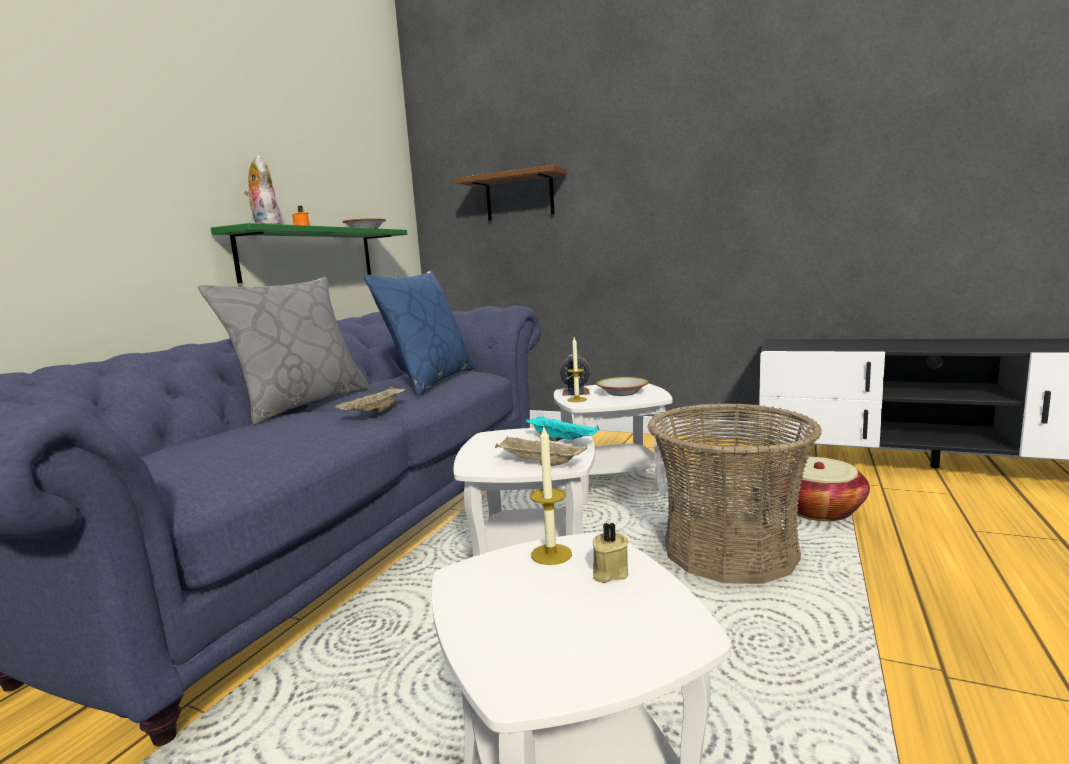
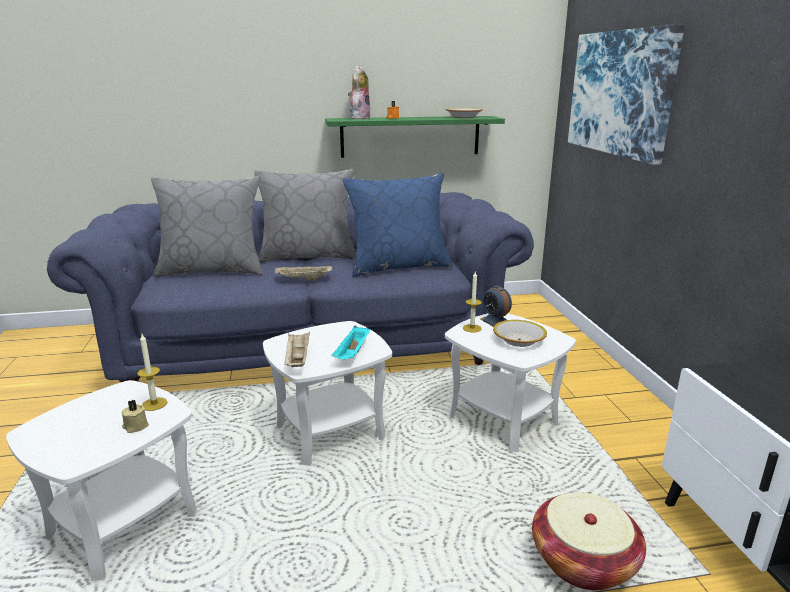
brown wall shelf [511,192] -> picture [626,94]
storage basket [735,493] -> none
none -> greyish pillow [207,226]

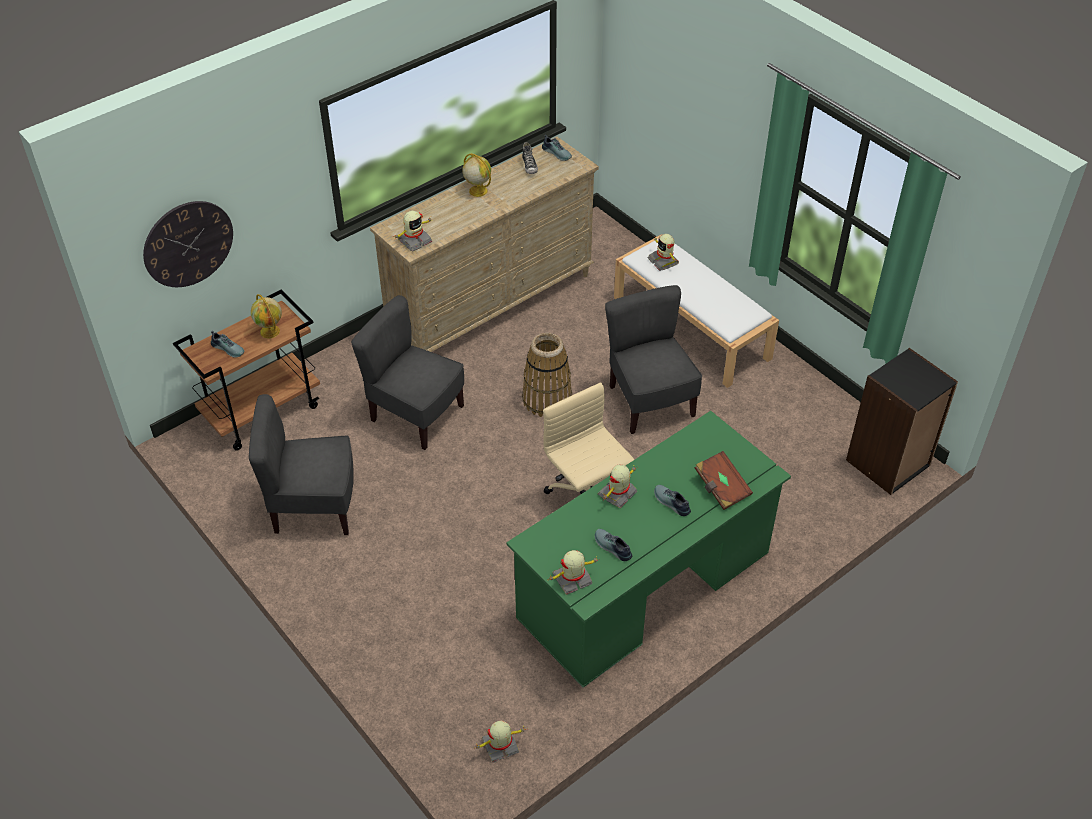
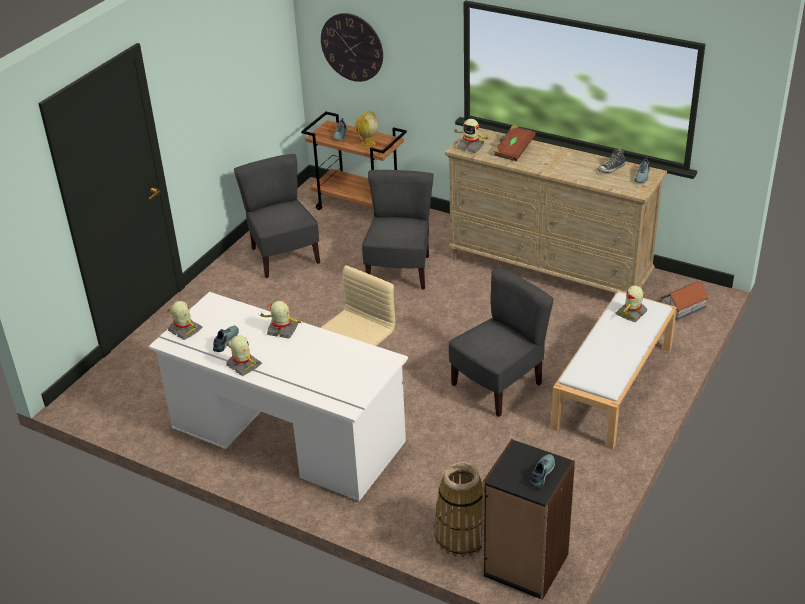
world globe [476,175] -> none
robot figure [500,742] -> robot figure [244,355], relocated
green-coloured desk [649,549] -> white desk [278,396]
storage basket [547,375] -> storage basket [458,509], relocated
low shoe [672,500] -> low shoe [542,471], relocated
brown volume [724,480] -> brown volume [514,143], relocated
none -> toy house [684,301]

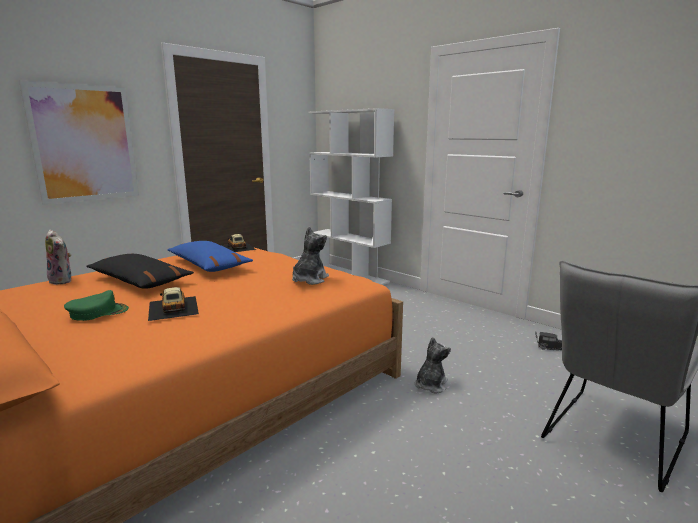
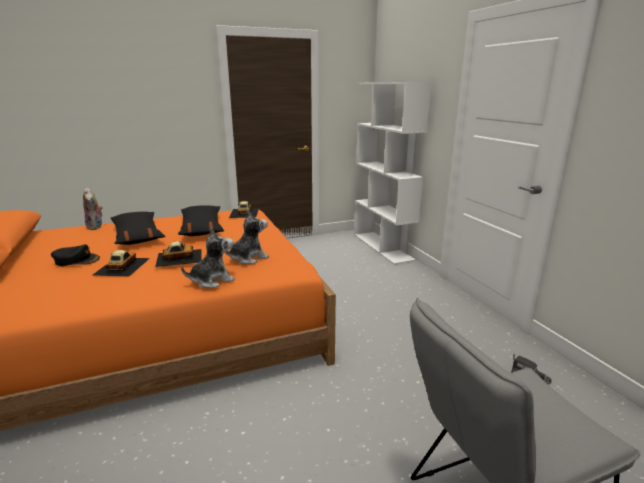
picture [79,142] -> none
green-coloured cap [96,305] -> black-coloured cap [75,255]
blue pillow [210,256] -> black-coloured pillow [201,220]
soft toy [433,365] -> soft toy [208,257], relocated
none -> toy car [178,254]

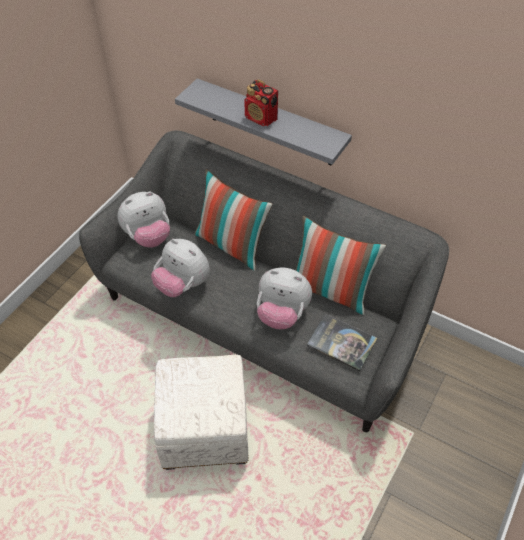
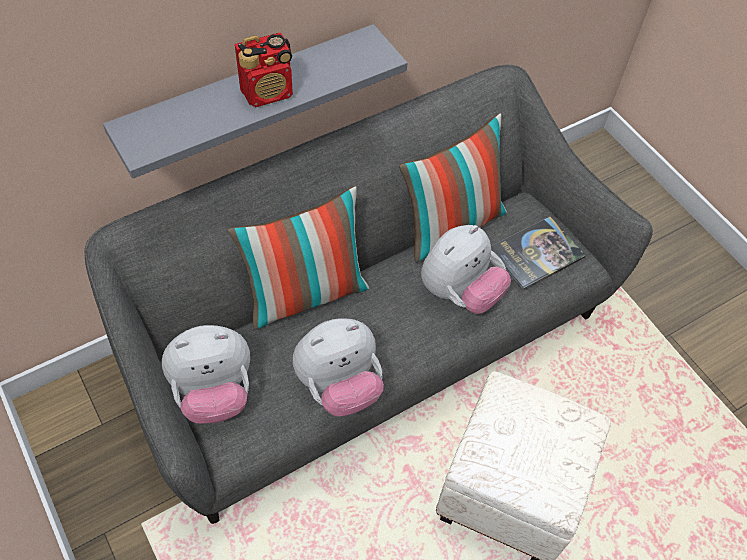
soft toy [143,219] -> soft toy [206,374], 75 degrees clockwise

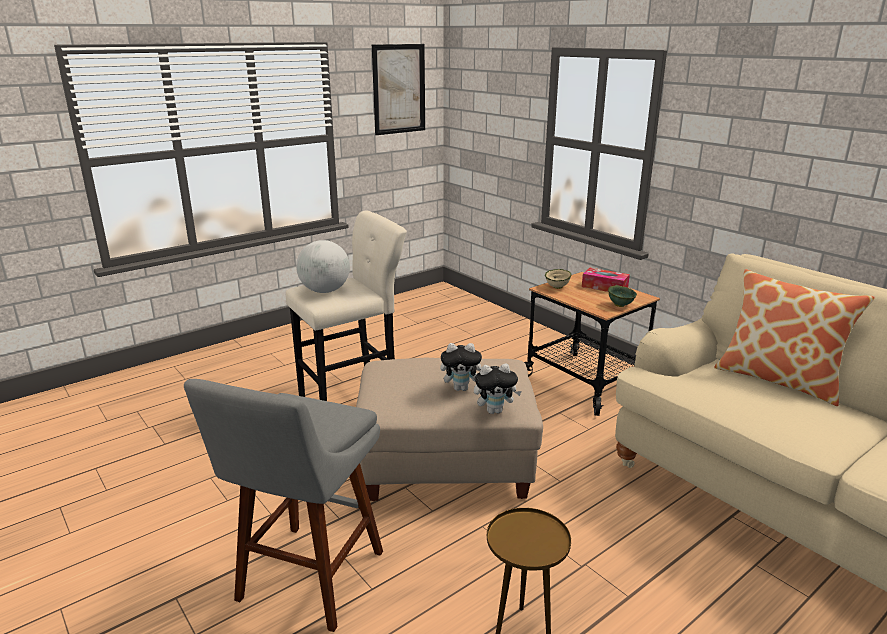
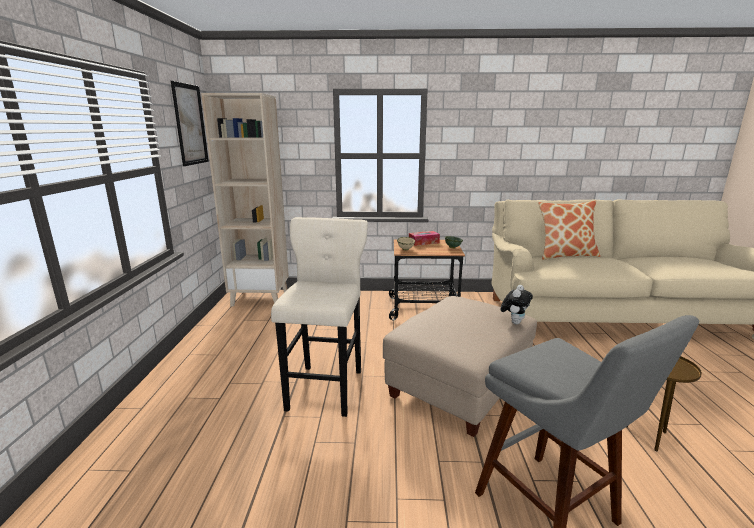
world globe [323,266] -> none
soft toy [461,367] -> none
none -> beige-coloured bookcase [245,200]

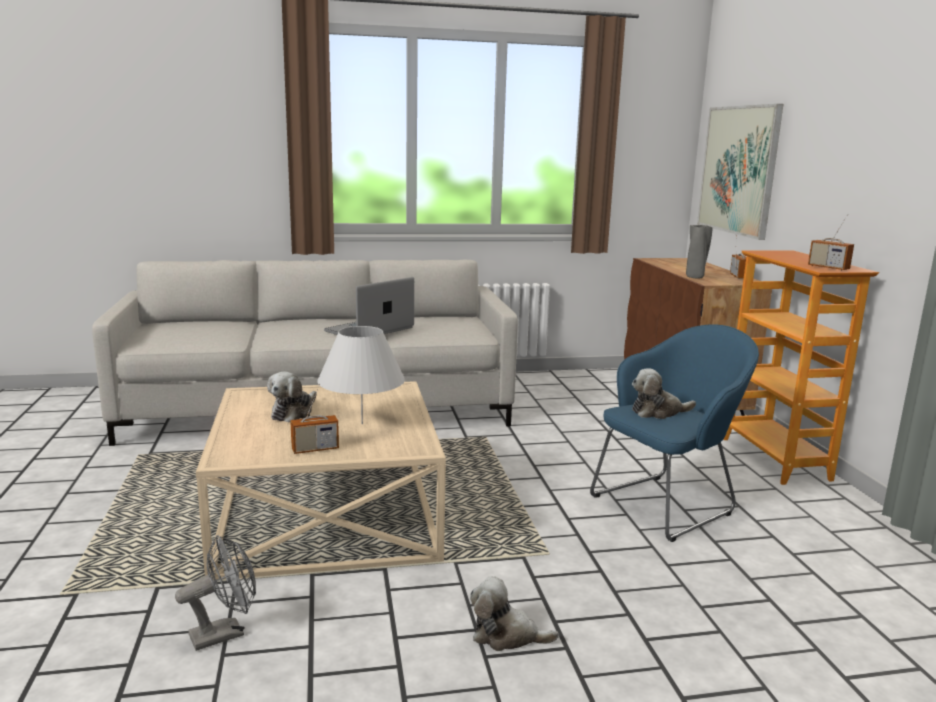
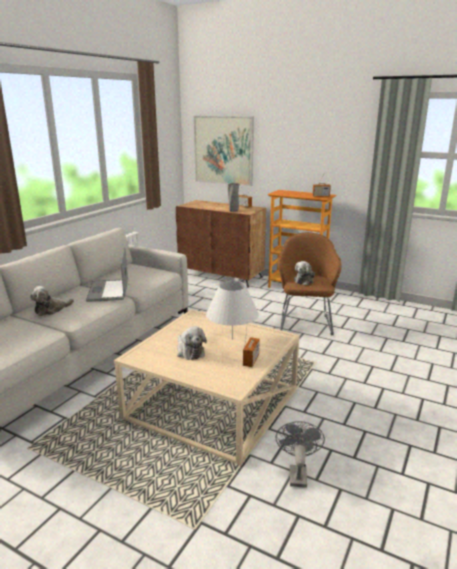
soft toy [514,613] -> soft toy [52,301], relocated
blue easy chair [674,433] -> brown easy chair [310,283]

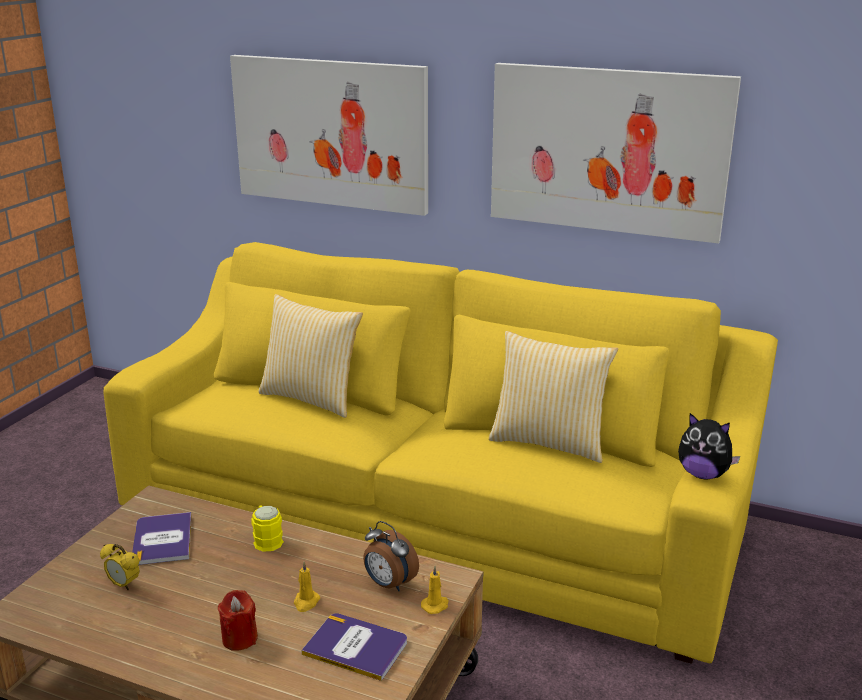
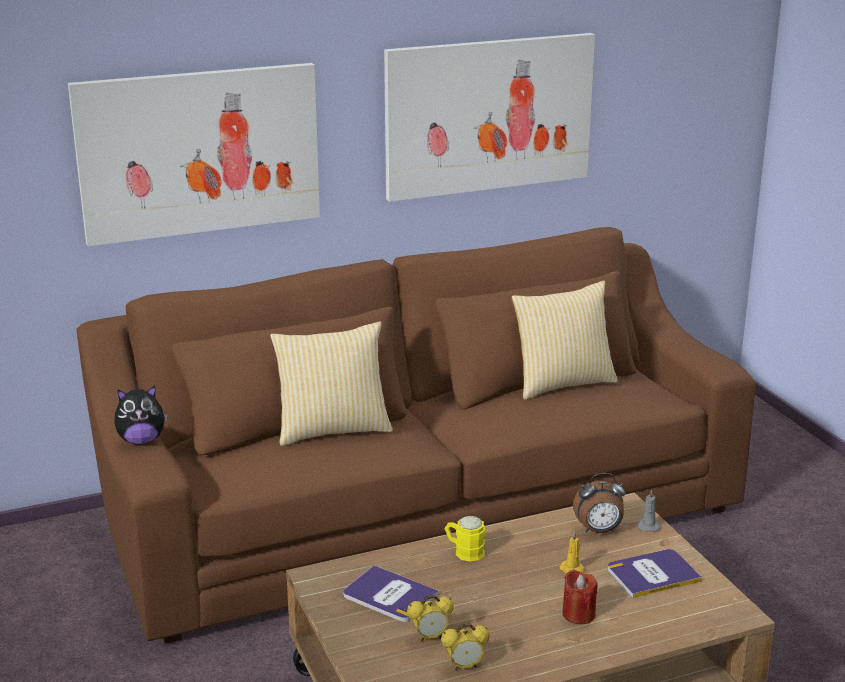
yellowish couch [441,453] -> brown couch [416,435]
yellowish wax light [435,590] -> greyish wax light [649,510]
soft toy [709,446] -> soft toy [141,415], relocated
none -> alarm clock [465,646]

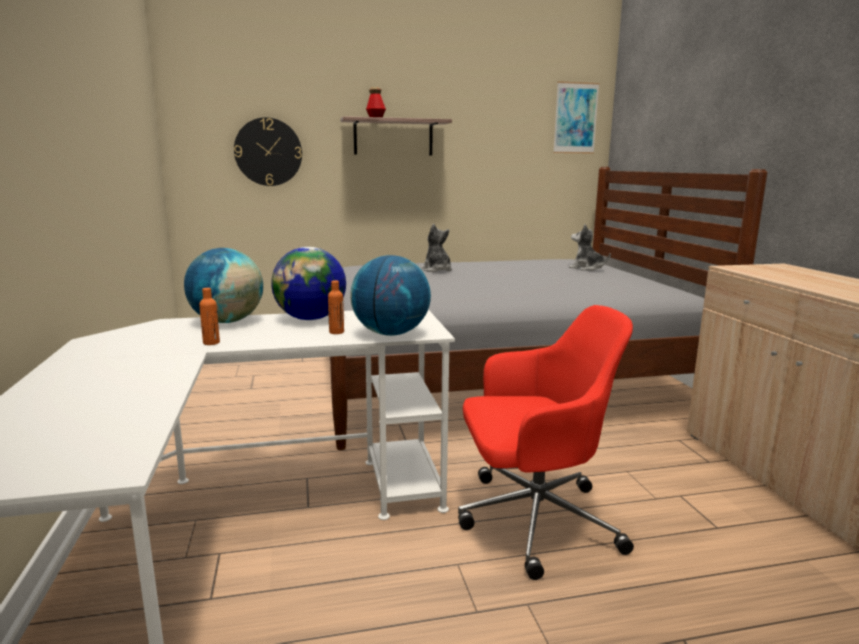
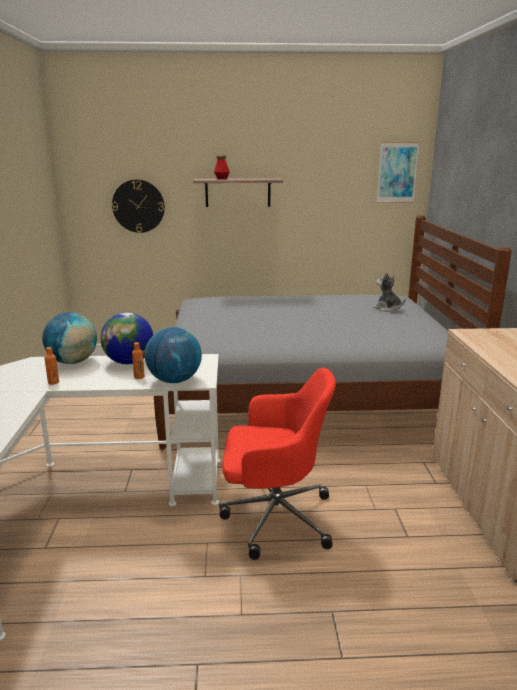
soft toy [437,248] -> none

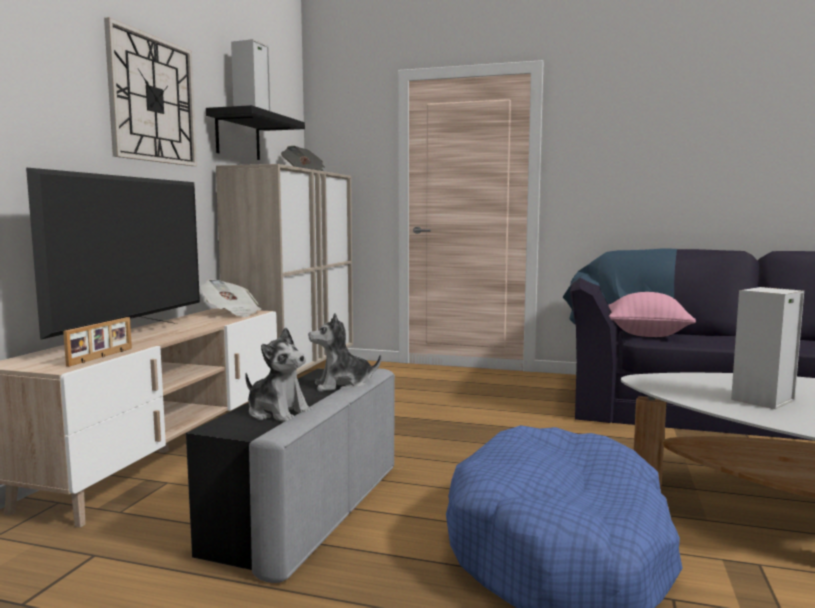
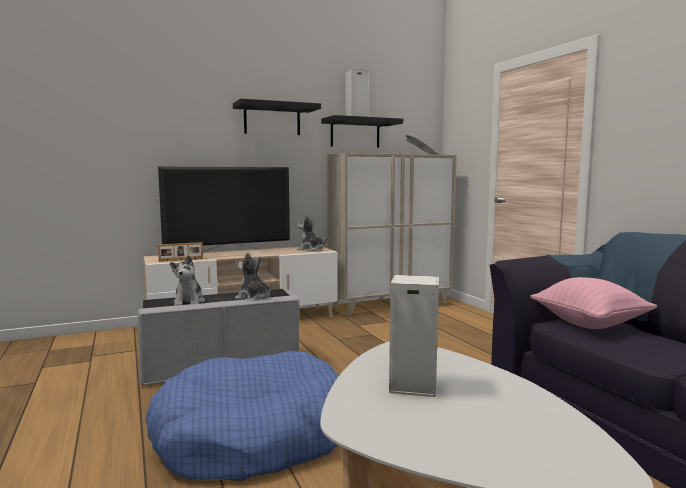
hanging clock [150,91] -> black-coloured wall shelf [277,117]
daily paper [230,298] -> soft toy [312,233]

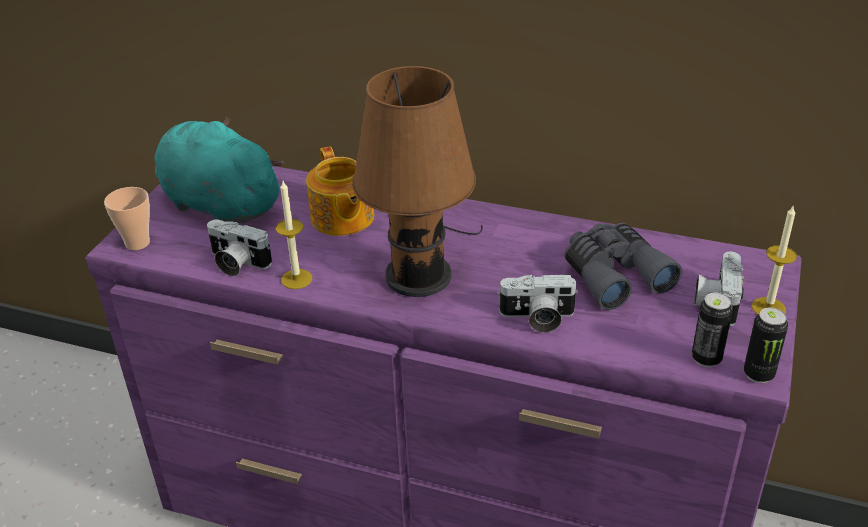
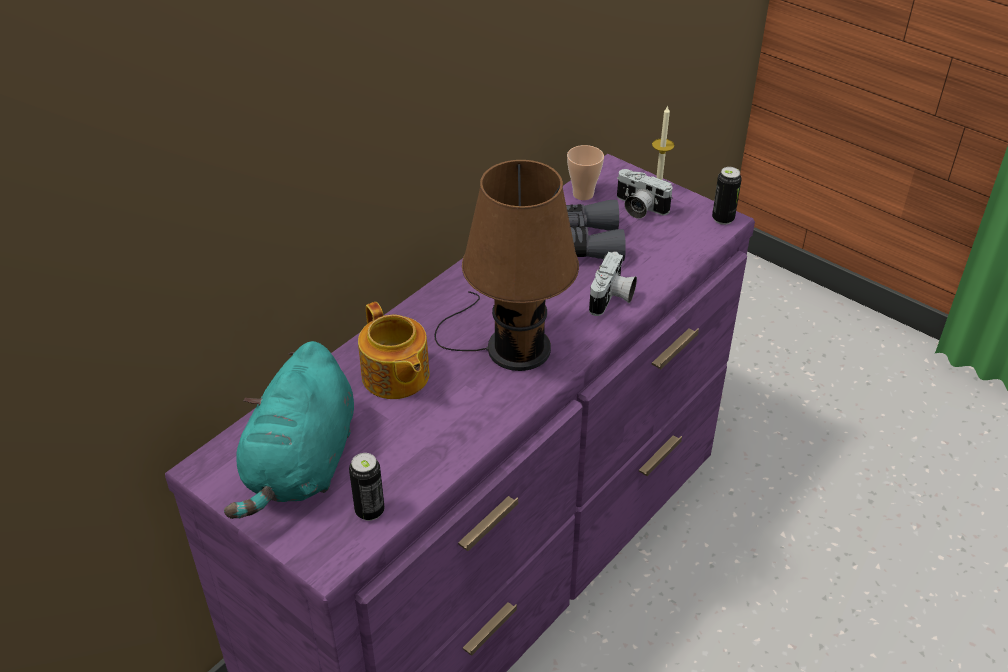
small cup [127,218] -> small cup [585,172], relocated
blue-green soft toy [219,169] -> blue-green soft toy [289,430], 45 degrees counterclockwise
photo camera [239,248] -> none
wax light [294,235] -> none
pot for tea [340,191] -> pot for tea [394,350], 60 degrees clockwise
sealed can [712,330] -> sealed can [367,487], relocated

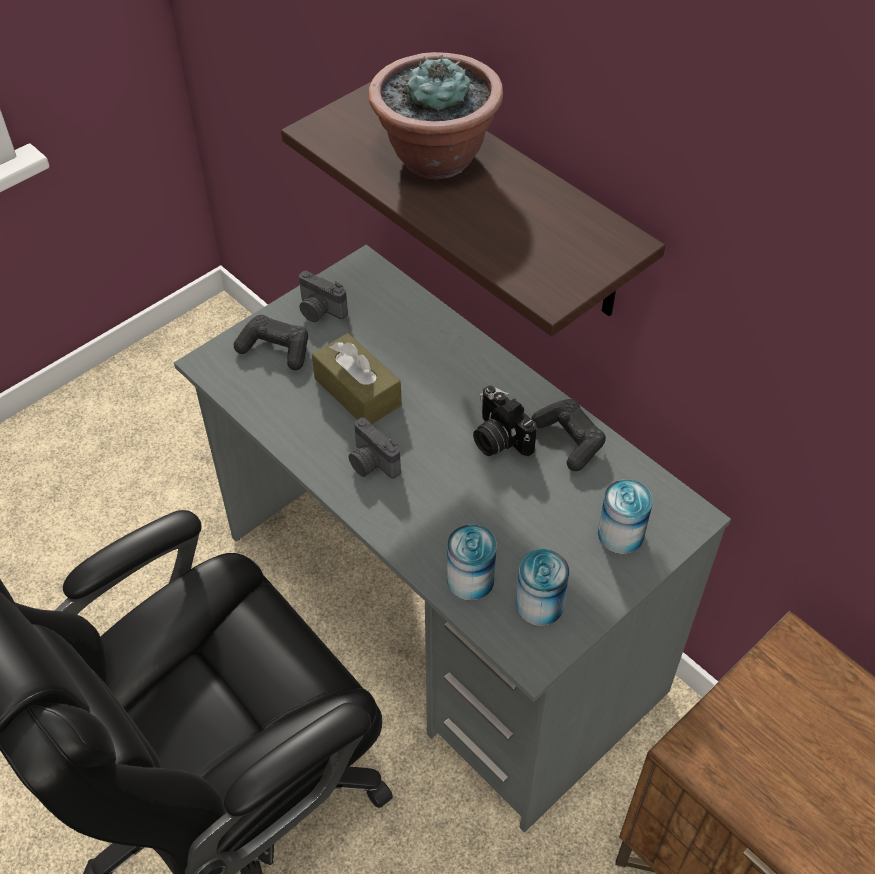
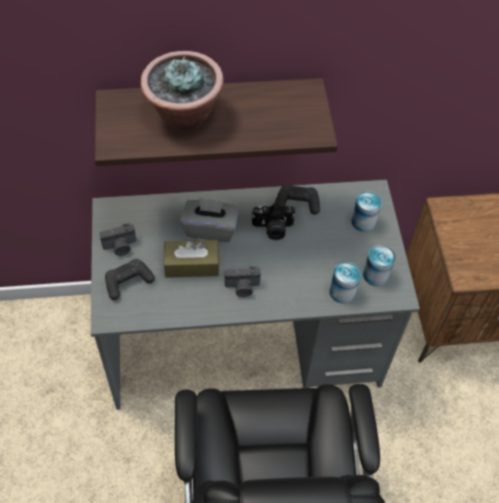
none -> greyish tissue box [209,219]

